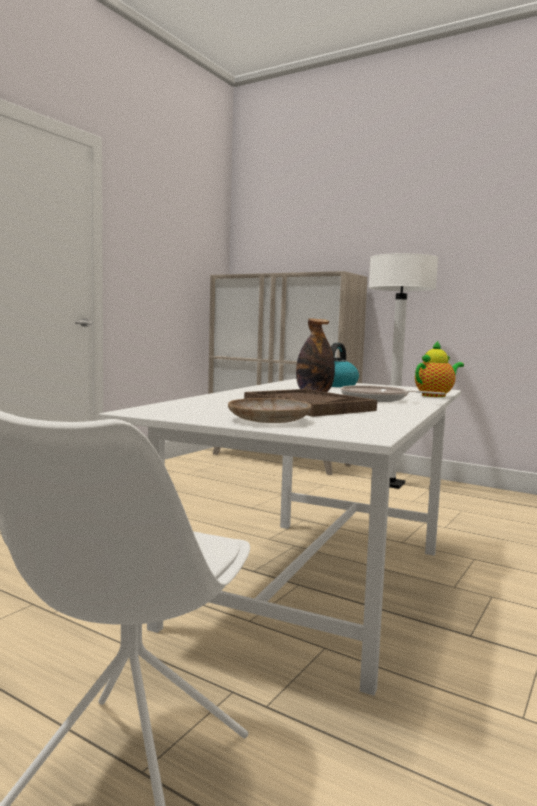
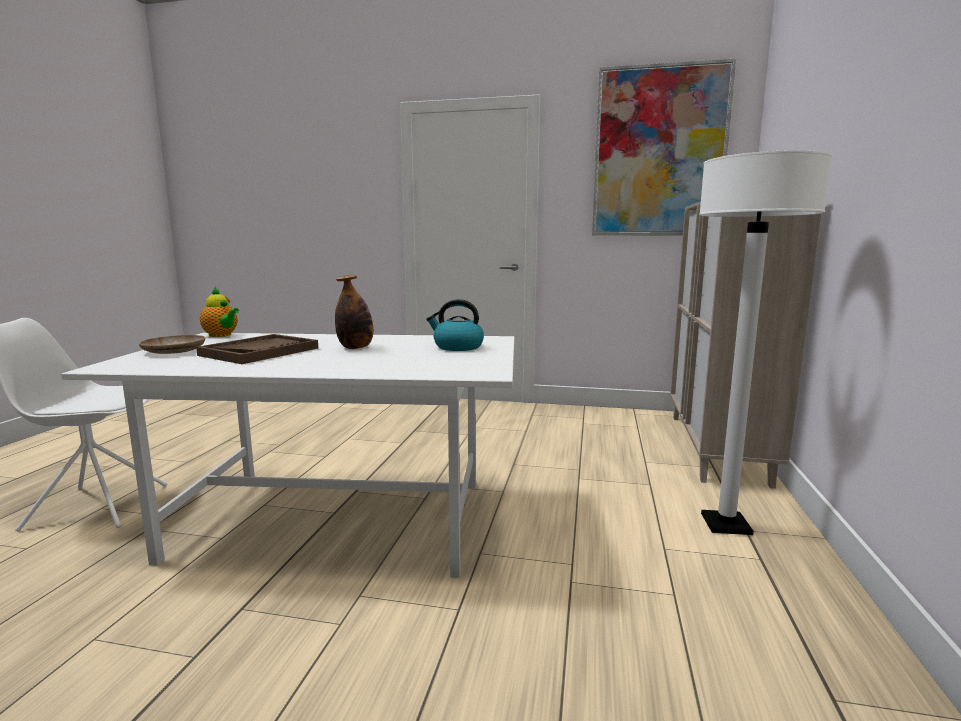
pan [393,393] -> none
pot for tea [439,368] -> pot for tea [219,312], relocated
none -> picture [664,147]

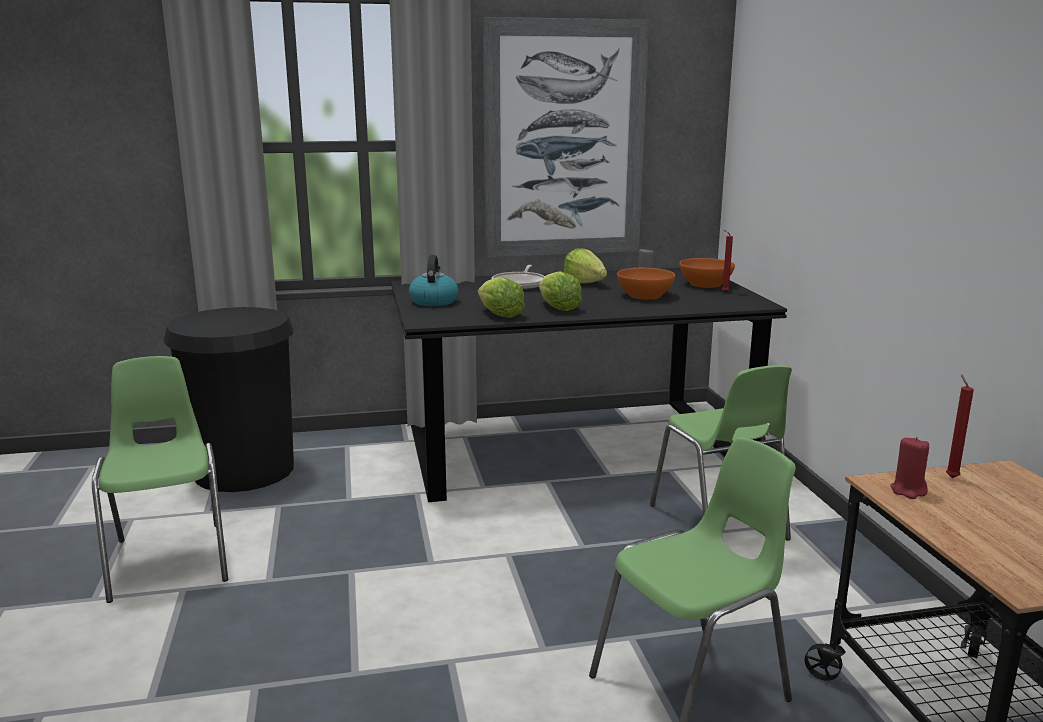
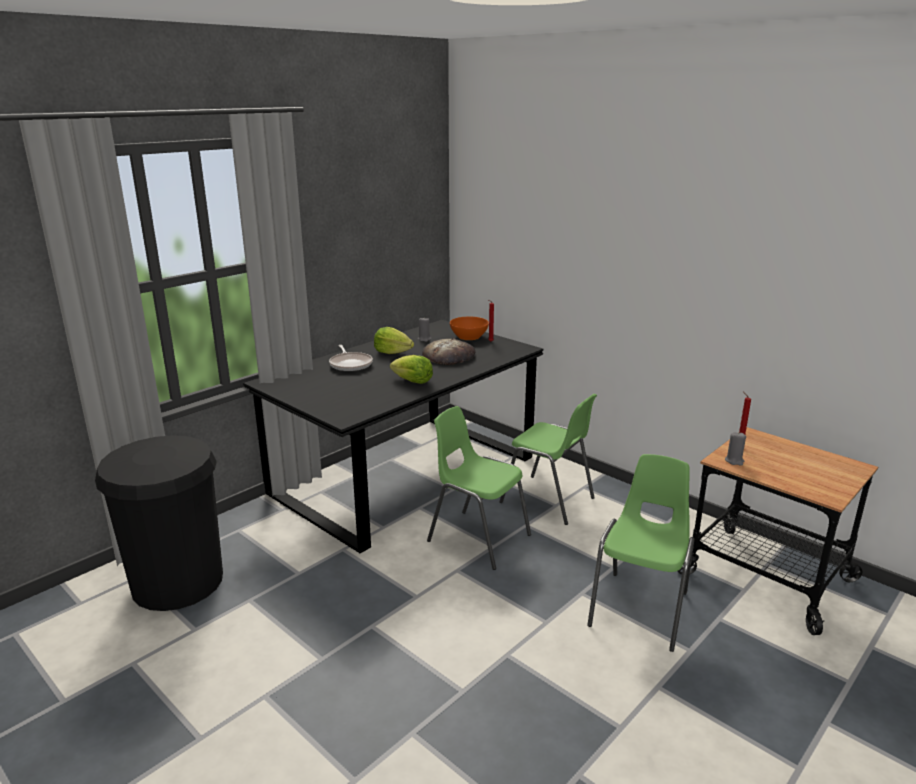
green-coloured chair [160,479] -> green-coloured chair [479,488], relocated
water kettle [433,280] -> none
lettuce head [501,297] -> none
picture [566,137] -> none
orange-coloured deep dish [646,283] -> bread [449,352]
red wax light [909,467] -> greyish wax light [735,449]

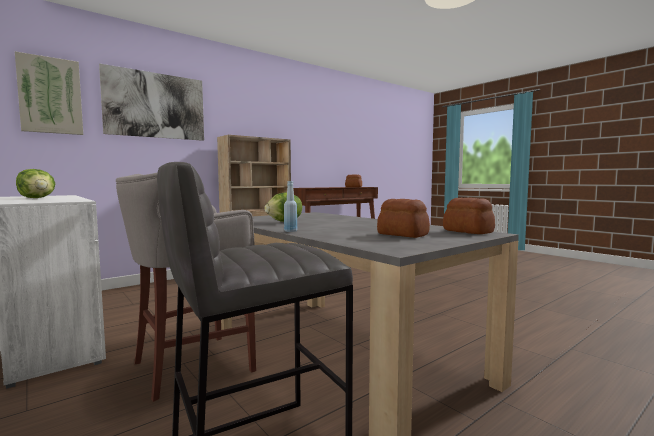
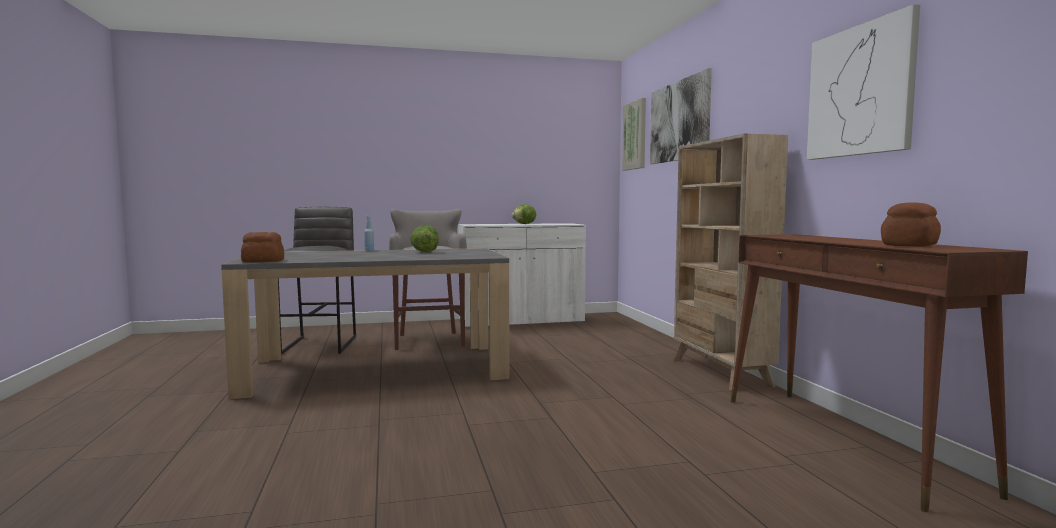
bread [403,218] -> none
none -> picture [863,82]

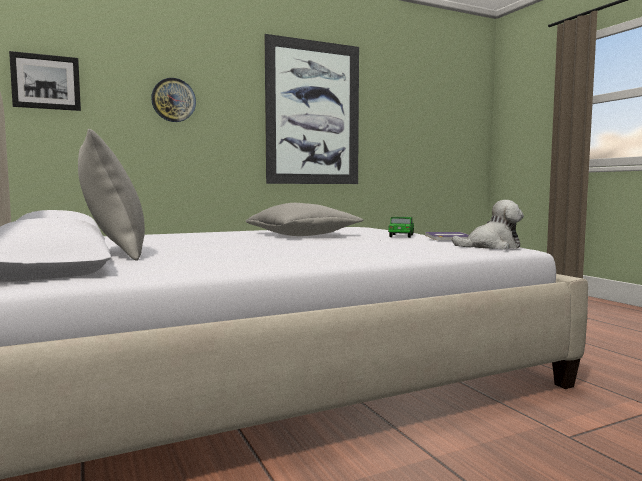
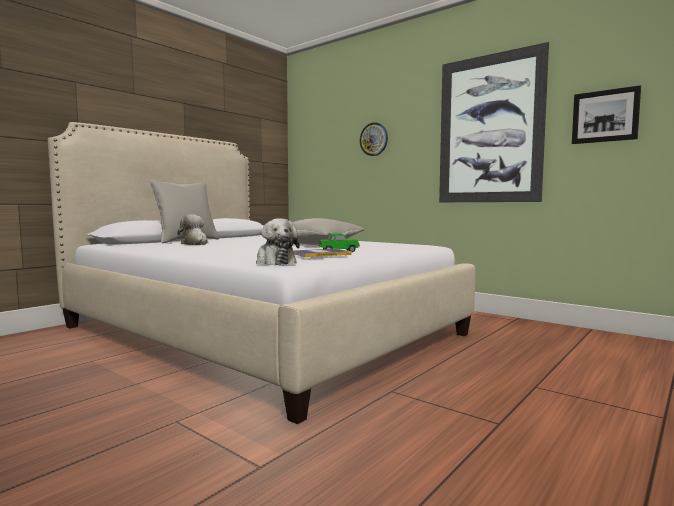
picture [45,81] -> picture [606,114], relocated
none -> soft toy [192,229]

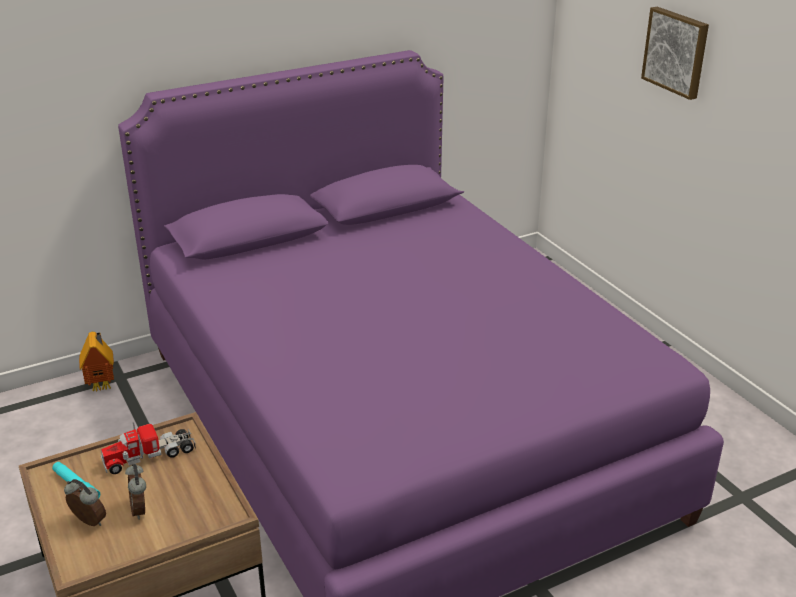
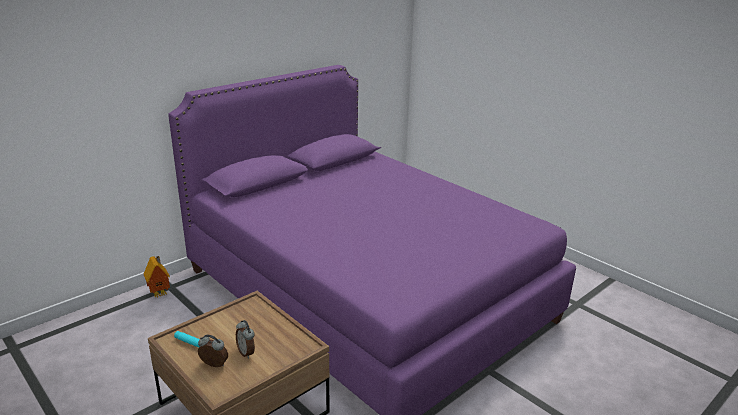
toy lorry [148,448] -> none
picture [675,53] -> none

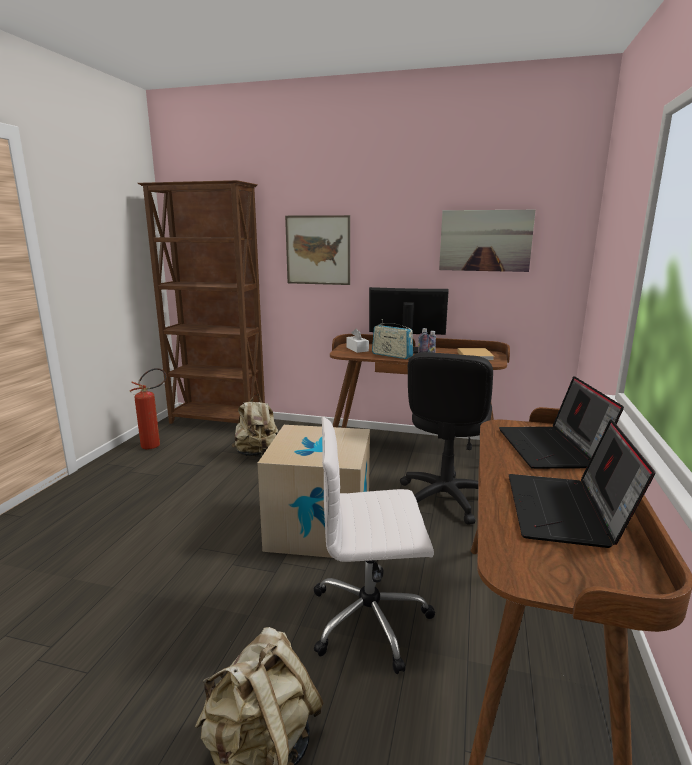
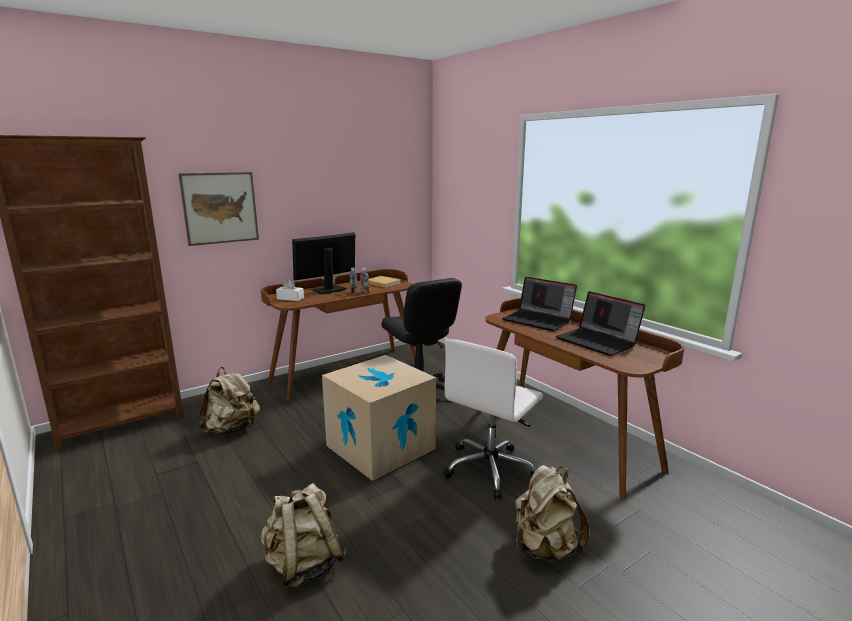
extinguisher [148,408] -> none
radio receiver [392,339] -> none
picture [487,241] -> none
none -> beige-coloured backpack [303,536]

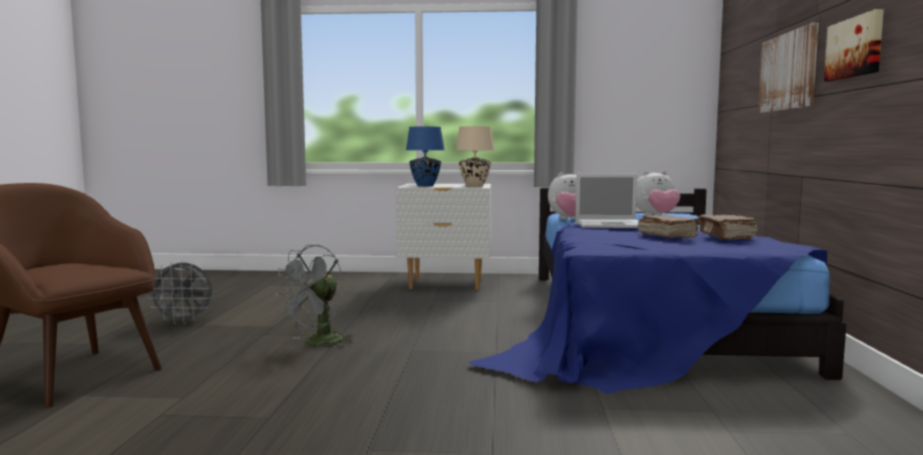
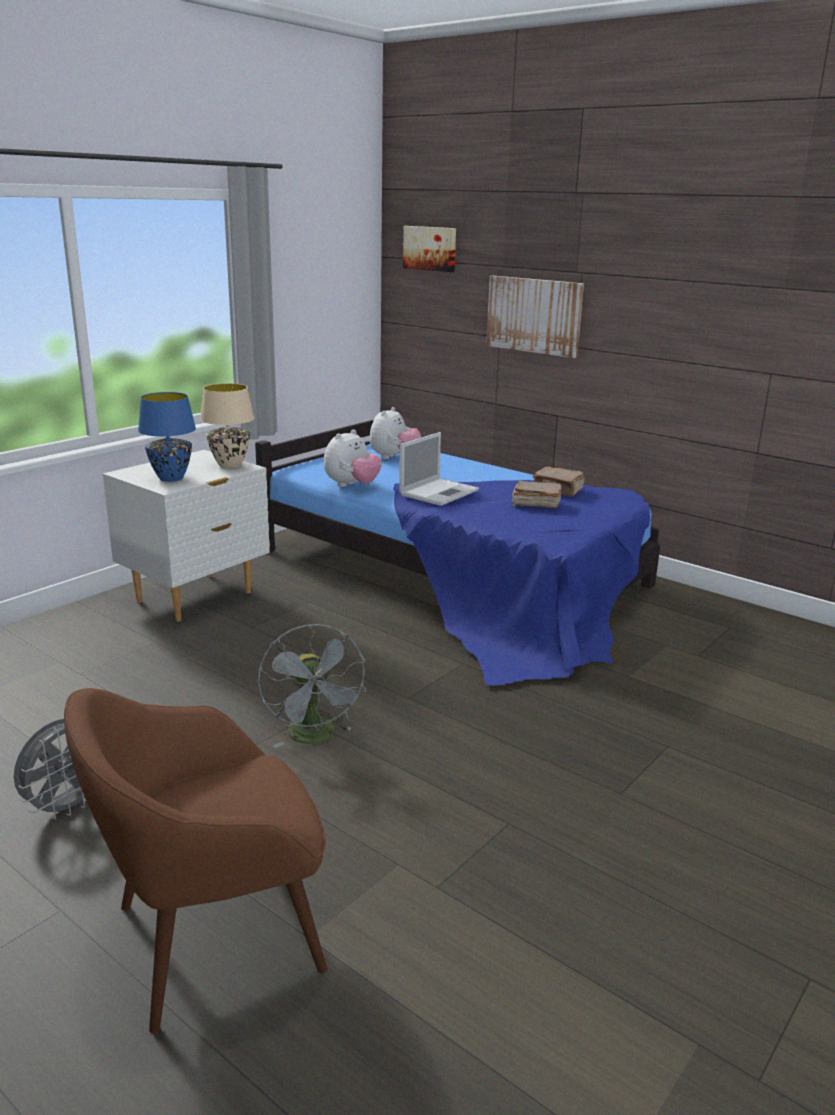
picture [854,45] -> picture [429,249], relocated

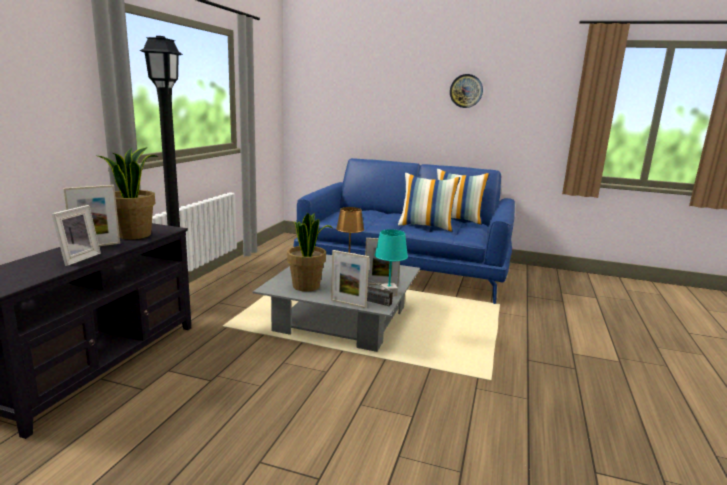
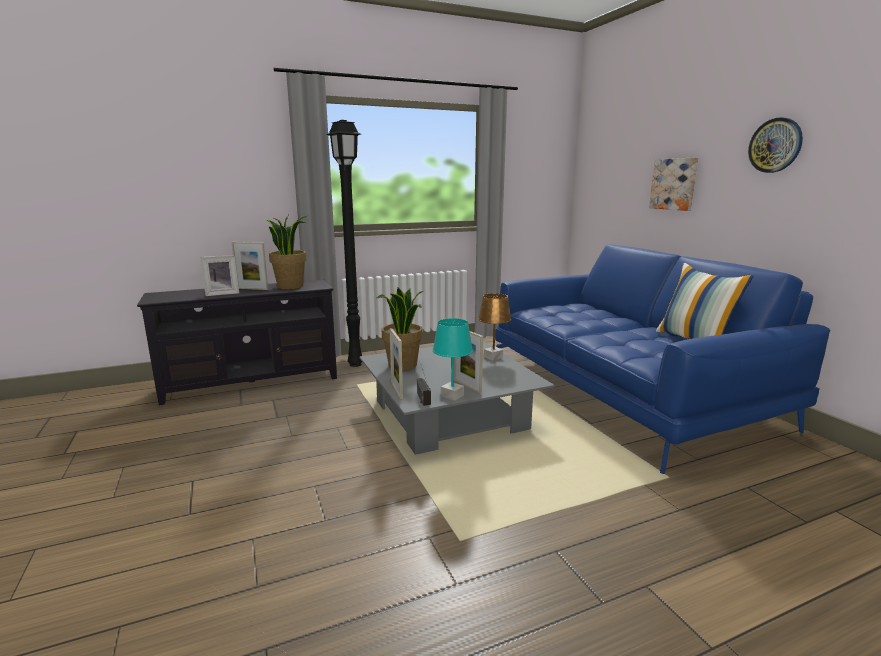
pillow [429,202] -> none
none -> picture [673,184]

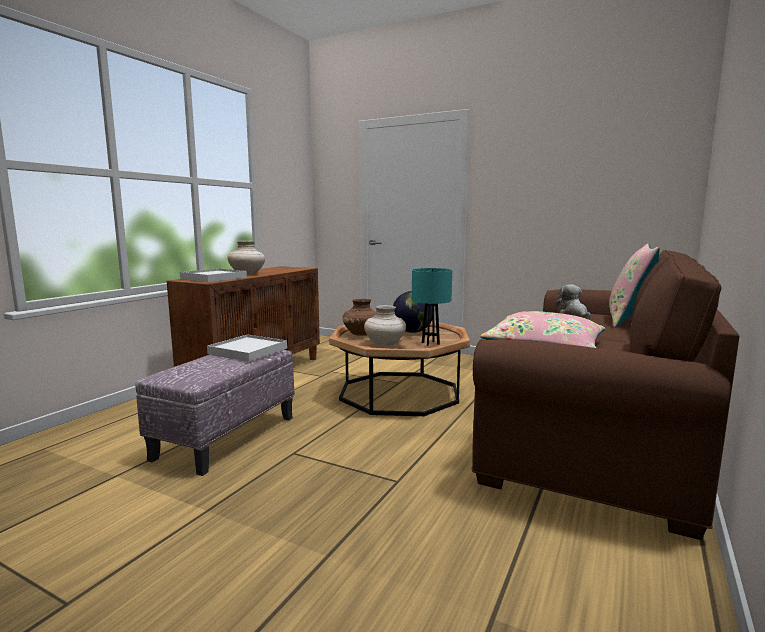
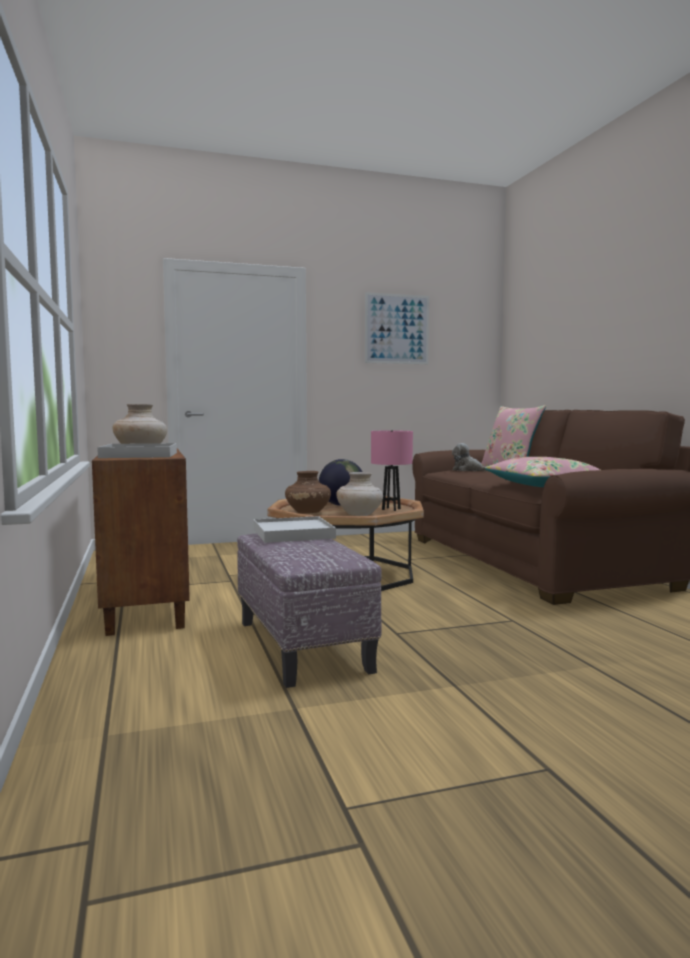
blue-green lamp for a table [432,307] -> pink-coloured lamp for a table [392,471]
none -> picture [397,328]

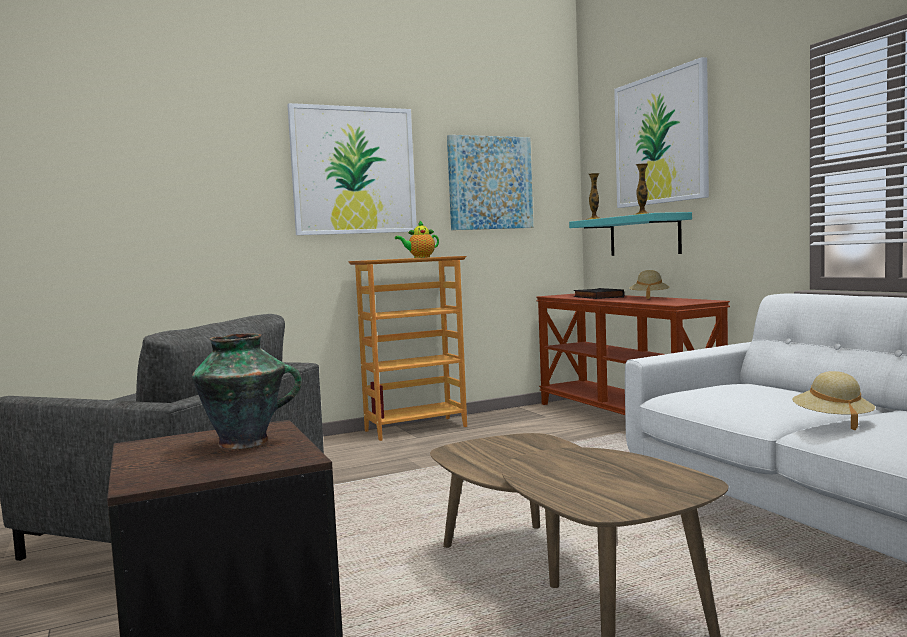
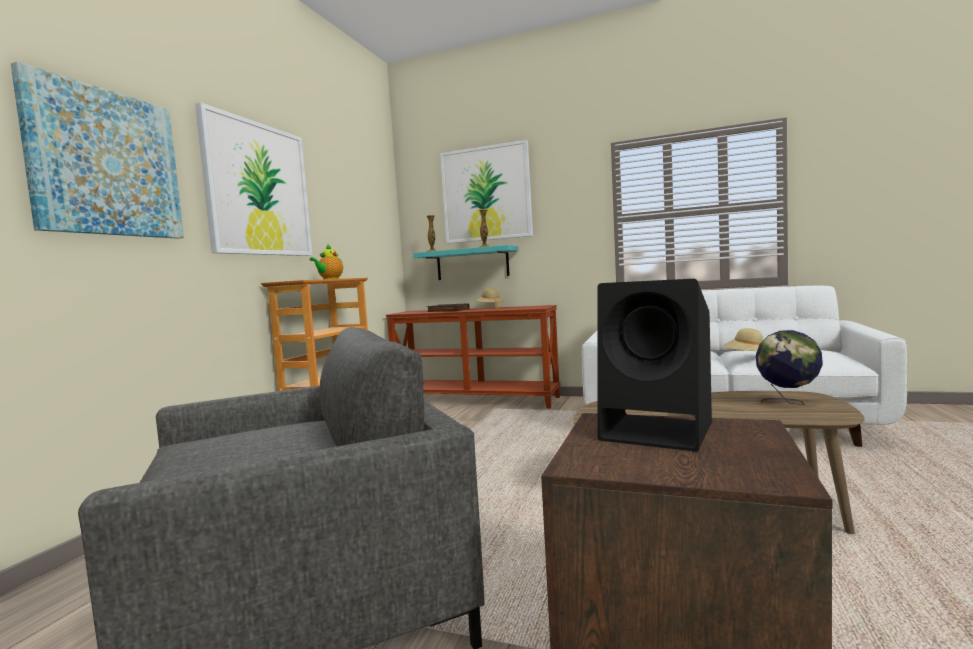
decorative vase [247,391] -> black-coloured speaker [654,365]
picture [490,182] -> picture [97,150], relocated
none -> world globe [789,367]

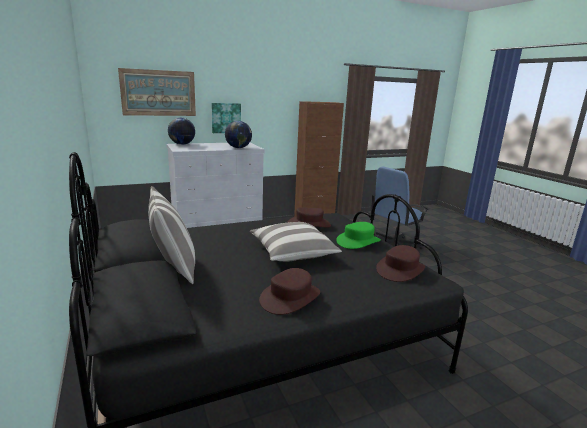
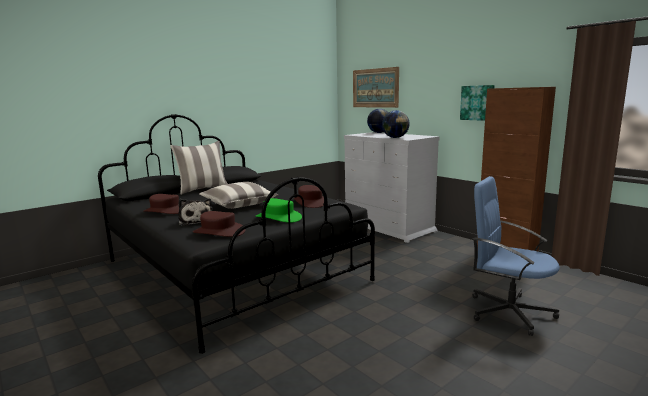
picture [226,118] -> picture [477,103], relocated
none -> soft toy [195,212]

